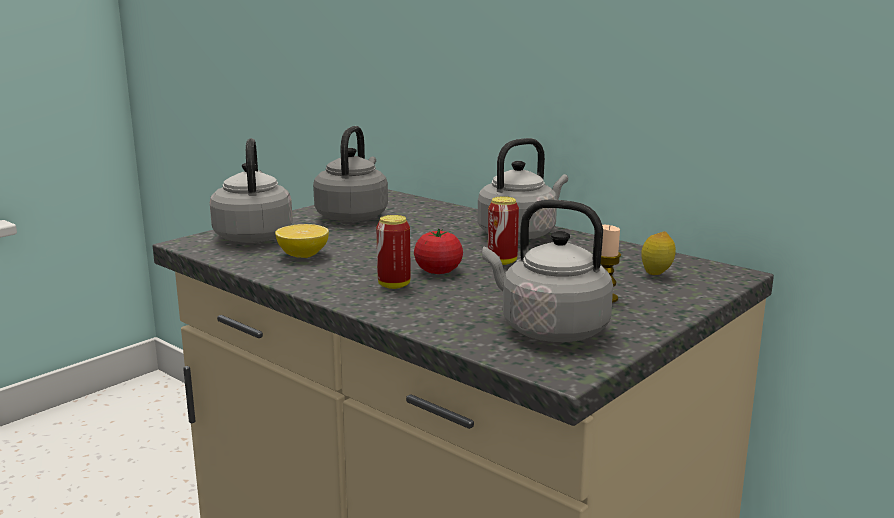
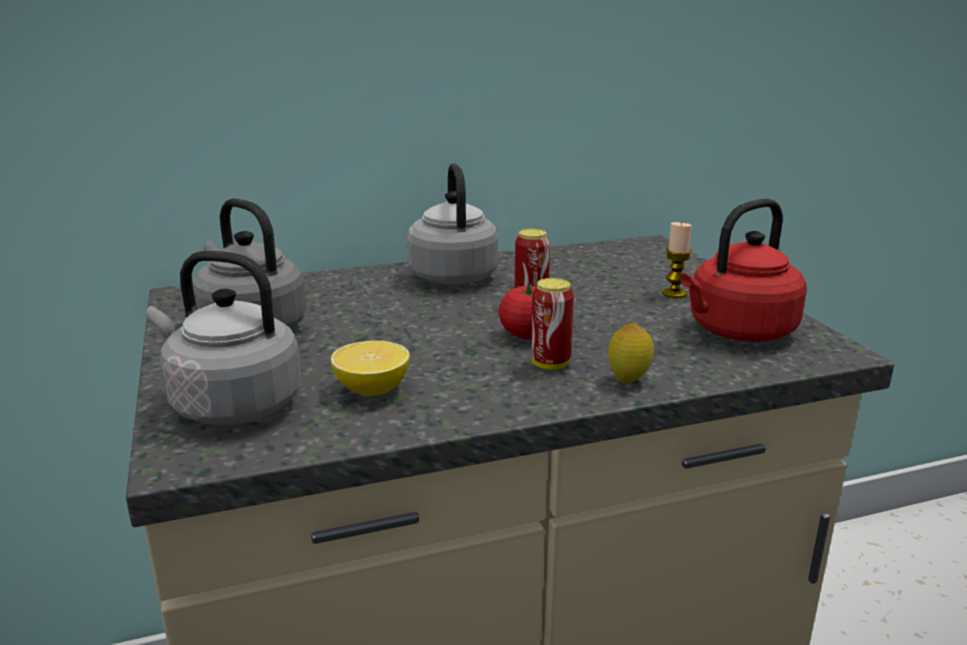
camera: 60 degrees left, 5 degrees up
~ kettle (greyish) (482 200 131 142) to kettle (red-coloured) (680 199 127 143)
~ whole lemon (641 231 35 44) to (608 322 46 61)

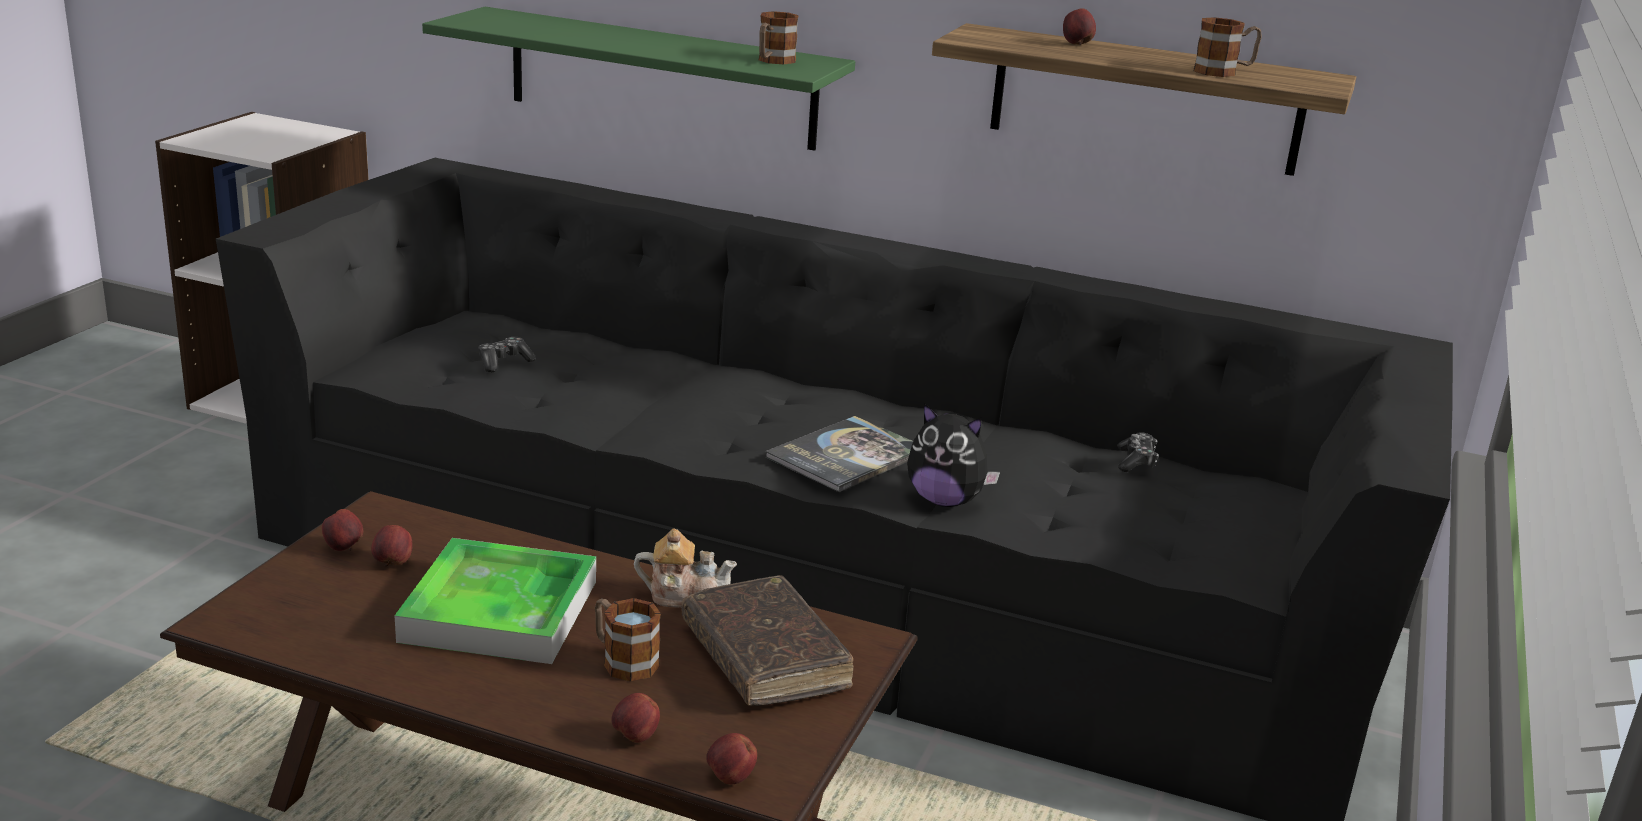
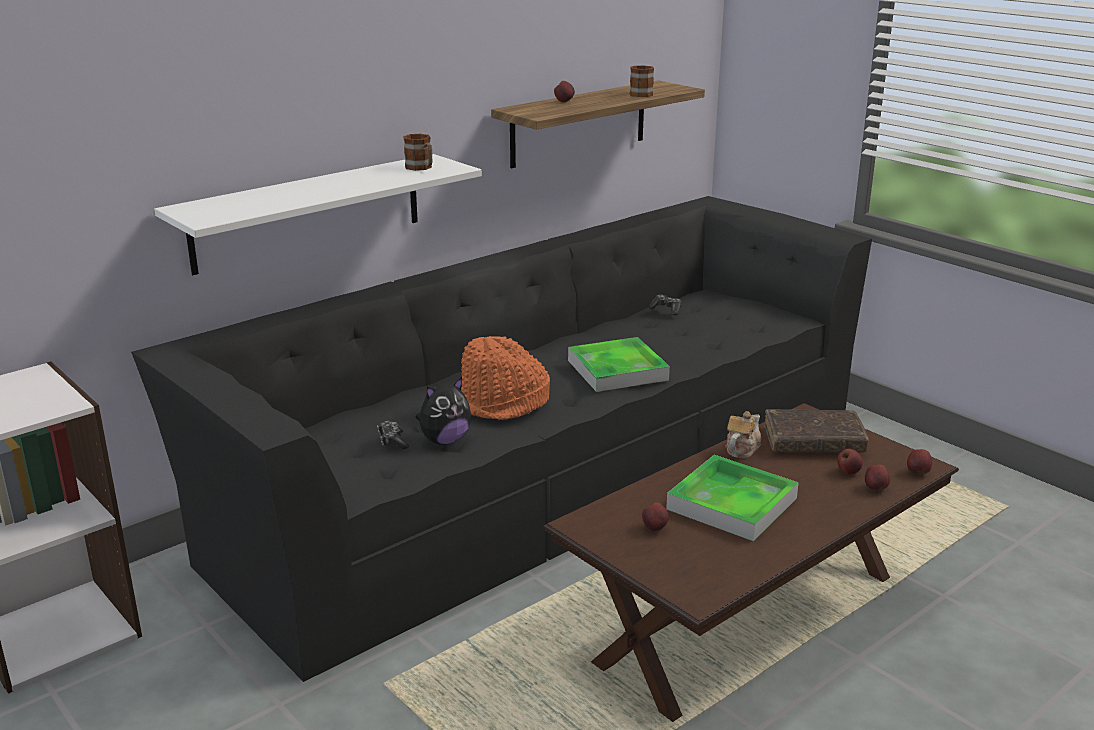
camera: 60 degrees left, 0 degrees up
~ bracket shelf (green-coloured) (422 7 433 144) to bracket shelf (whitish) (154 154 328 121)
~ plush toy (907 403 93 104) to (416 377 55 68)
~ bound book (765 416 148 76) to serving tray (568 337 102 55)
~ apple fruit (322 509 41 42) to (837 449 26 25)
- coffee mug (595 598 66 84)
+ hat (orangey) (461 336 89 84)

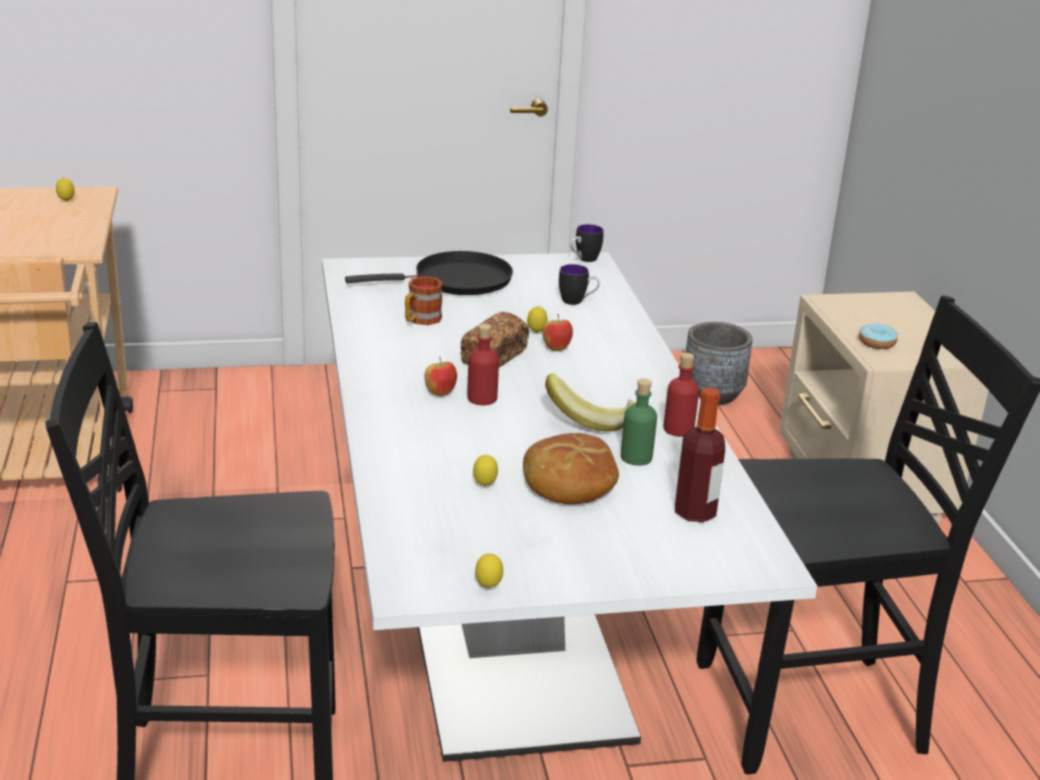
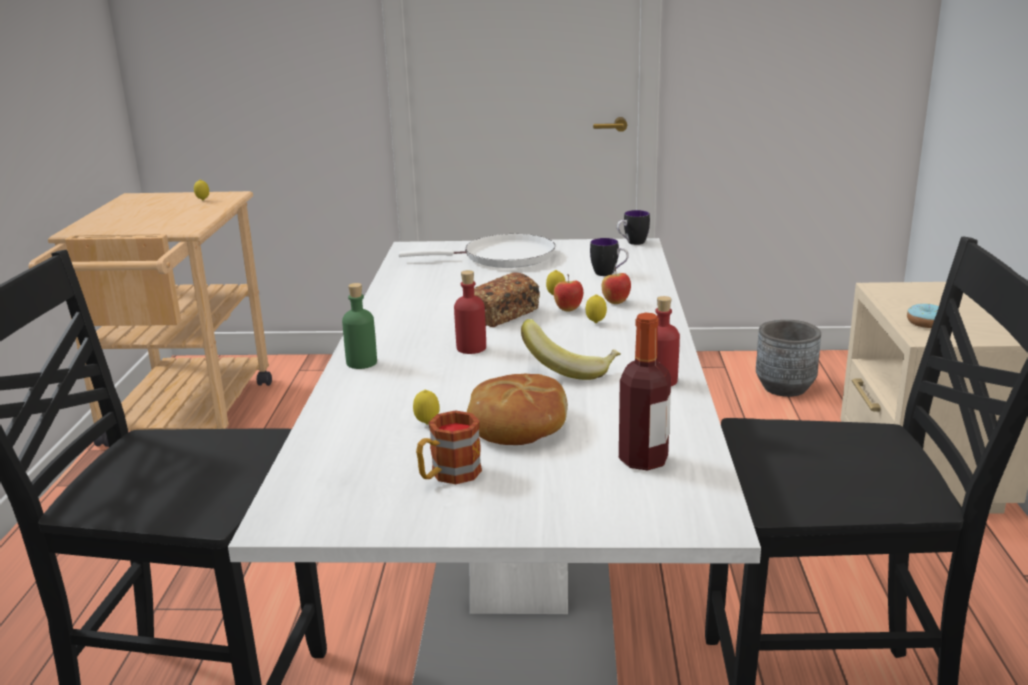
camera: 15 degrees right, 5 degrees down
~ pan (black-coloured) (345 251 168 44) to pan (whitish) (398 234 158 34)
~ coffee mug (405 276 38 49) to (416 410 66 74)
~ apple fruit (425 357 32 39) to (602 268 29 36)
~ beverage bottle (green-coloured) (621 378 36 88) to (342 283 35 86)
~ whole lemon (475 553 28 35) to (586 294 21 29)

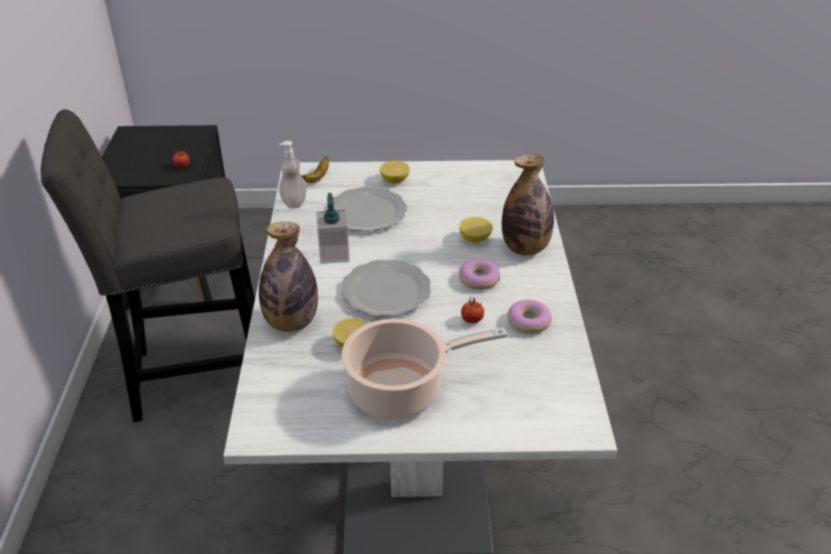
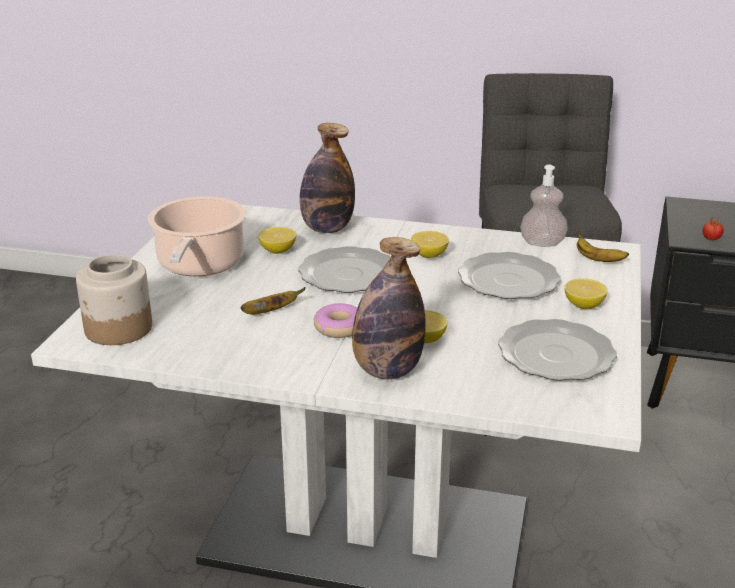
camera: 105 degrees right, 10 degrees down
~ liquid soap bottle (316 193 34 71) to whole lemon (411 231 38 27)
~ tomato (461 297 23 26) to banana (241 287 65 28)
- donut (508 300 44 34)
+ storage jar (76 254 76 91)
+ plate (498 319 119 62)

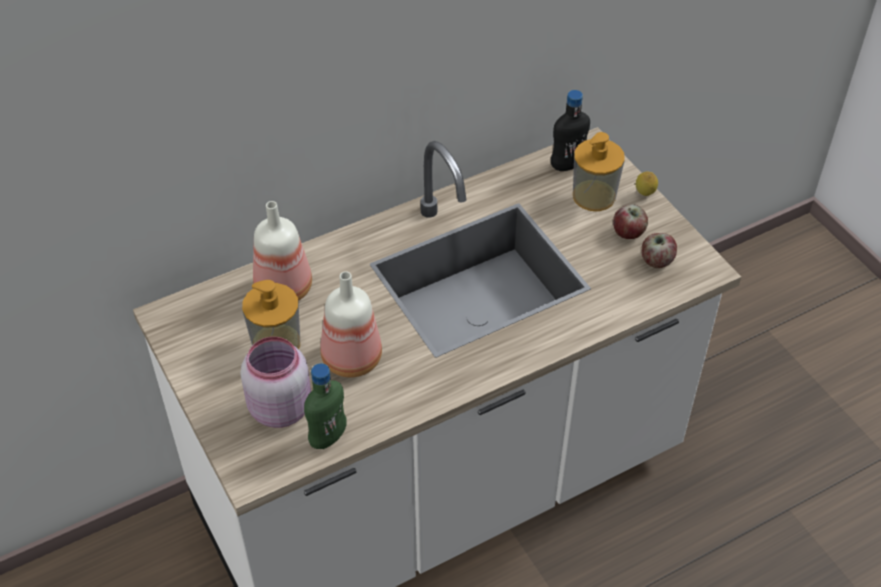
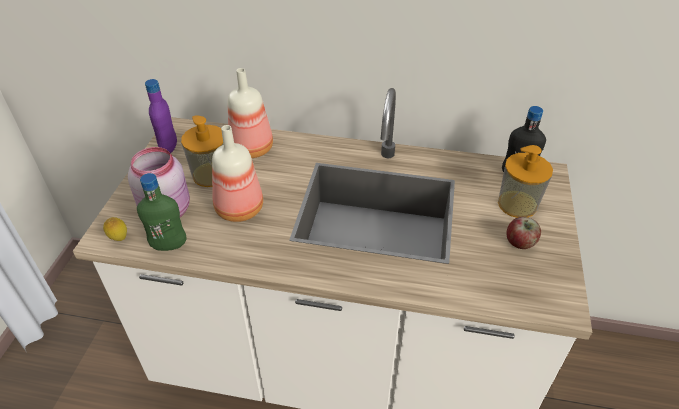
camera: 40 degrees right, 5 degrees down
~ whole lemon (636 171 22 25) to (103 217 24 24)
- apple fruit (641 233 36 35)
+ beverage bottle (purple-coloured) (145 79 32 74)

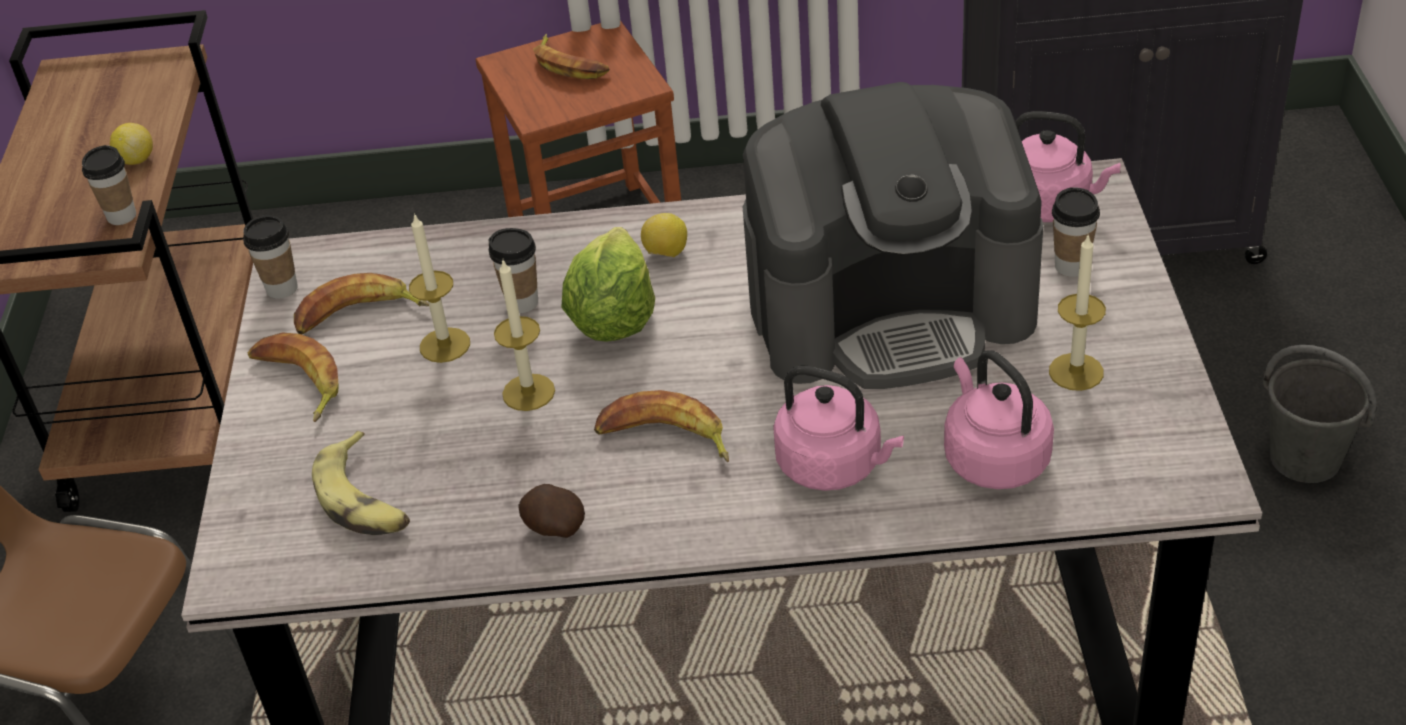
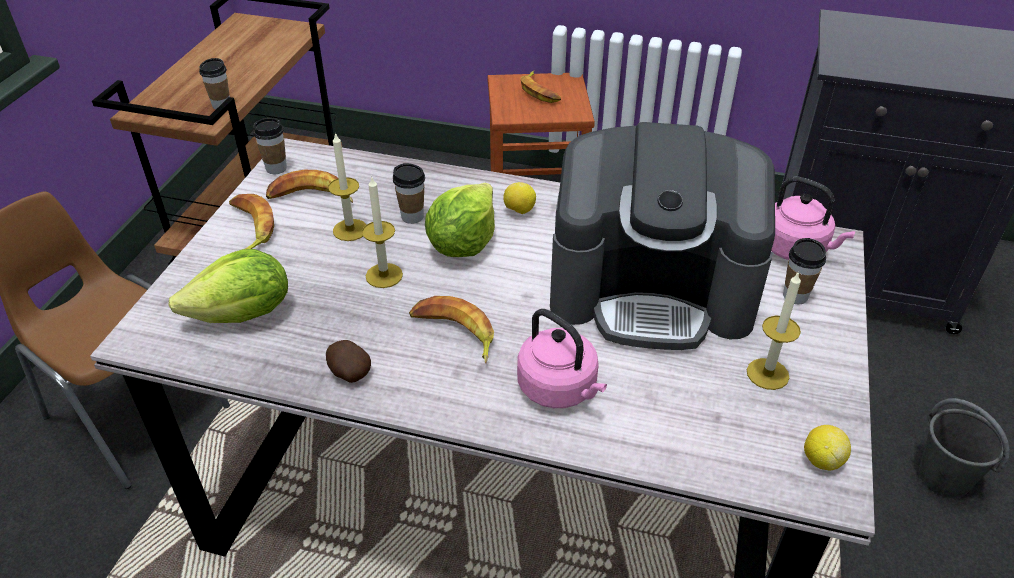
camera: 15 degrees right, 0 degrees up
~ whole lemon (110 123 43 42) to (804 425 47 45)
- kettle (pink-coloured) (944 350 110 139)
~ banana (312 431 98 104) to lettuce head (169 249 119 74)

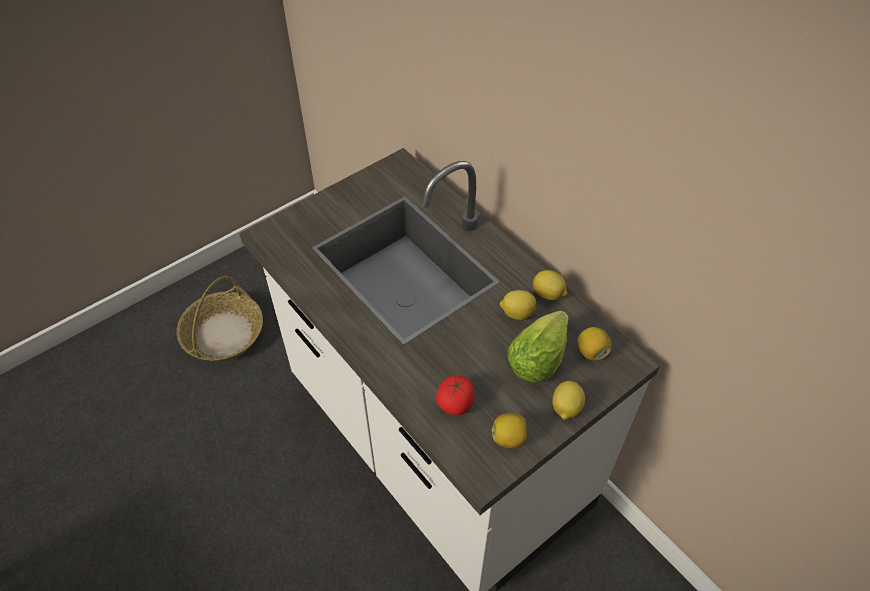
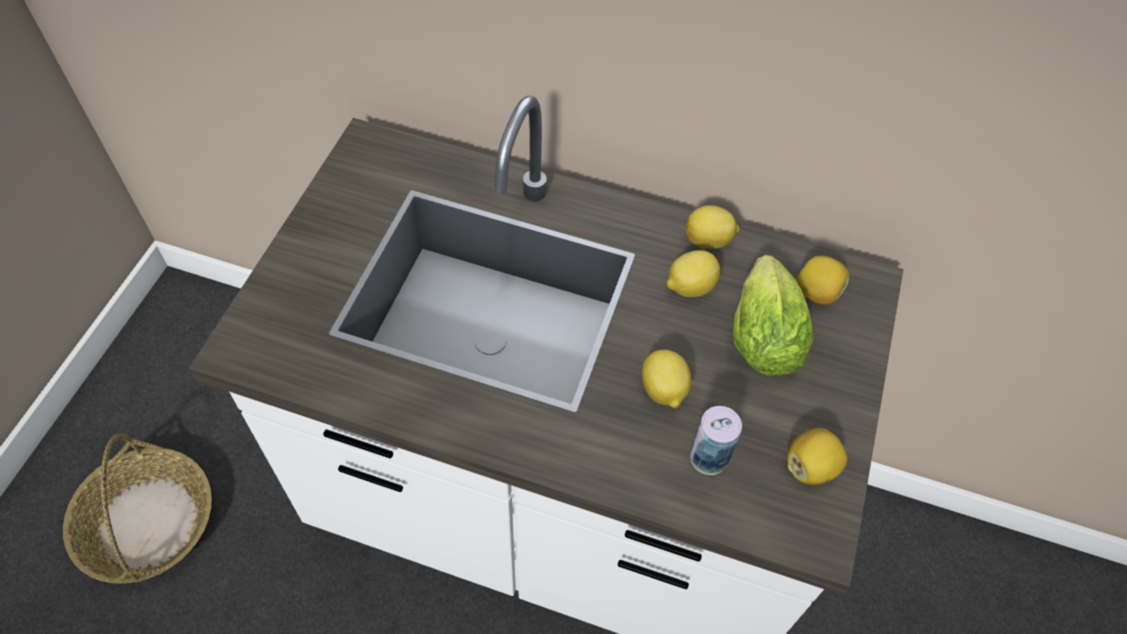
camera: 35 degrees left, 5 degrees up
~ tomato (436 375 39 40) to metal can (690 406 52 69)
~ whole lemon (552 381 33 39) to (642 350 49 59)

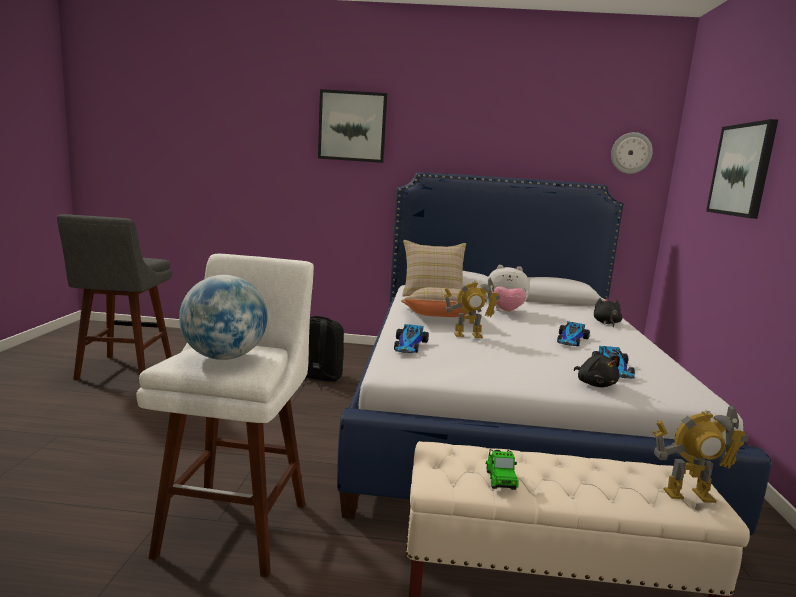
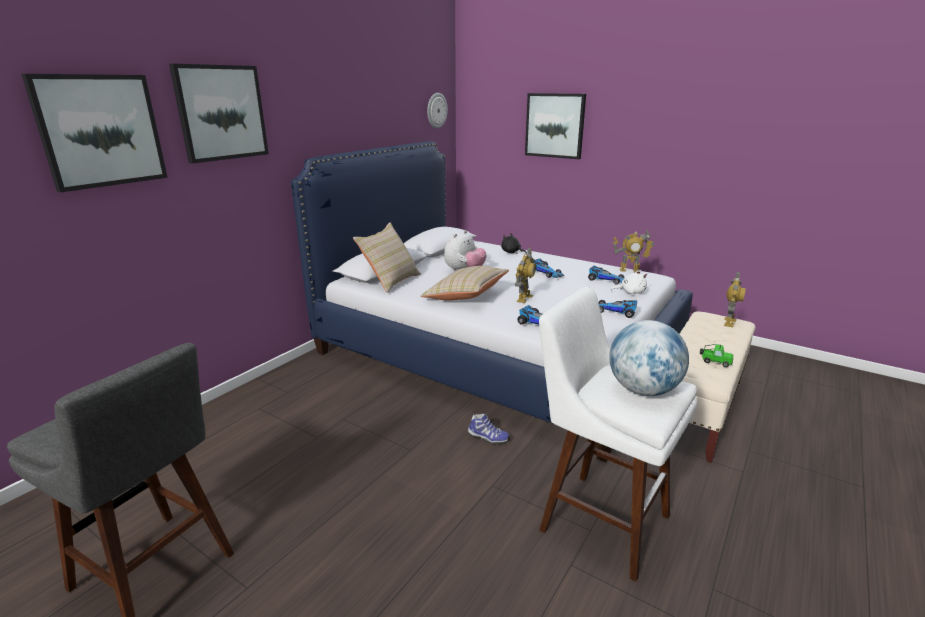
camera: 60 degrees left, 10 degrees up
- knapsack (black-coloured) (303 316 41 71)
~ plush toy (black-coloured) (574 355 46 32) to plush toy (whitish) (611 270 36 24)
+ wall art (22 74 146 118)
+ model robot (612 230 42 43)
+ miniature car (599 300 38 18)
+ item of footwear (468 414 42 31)

